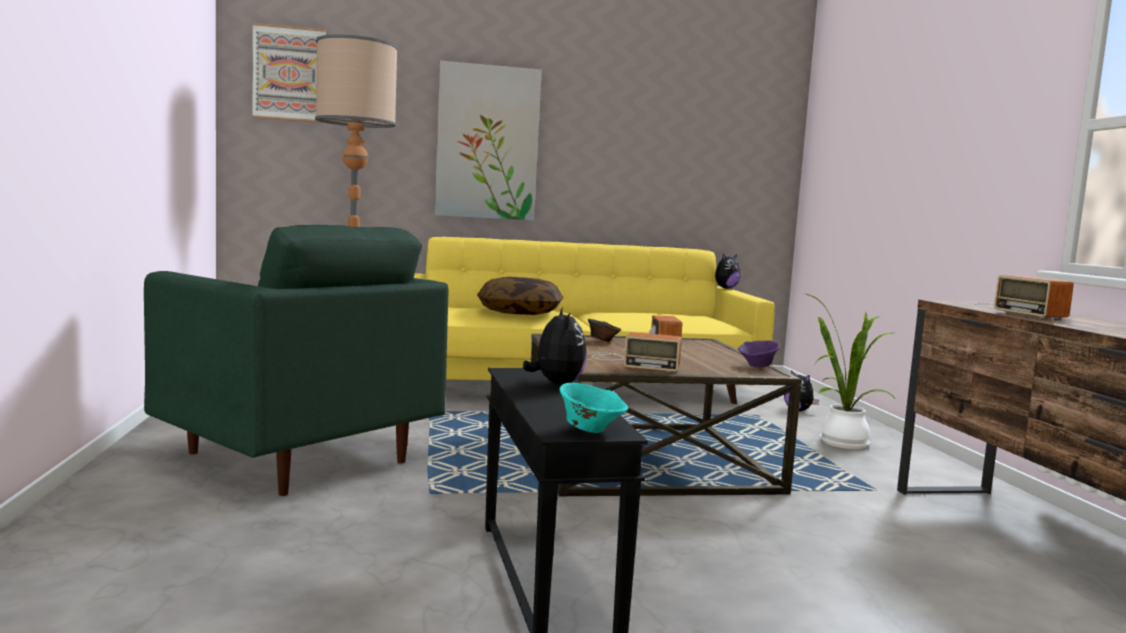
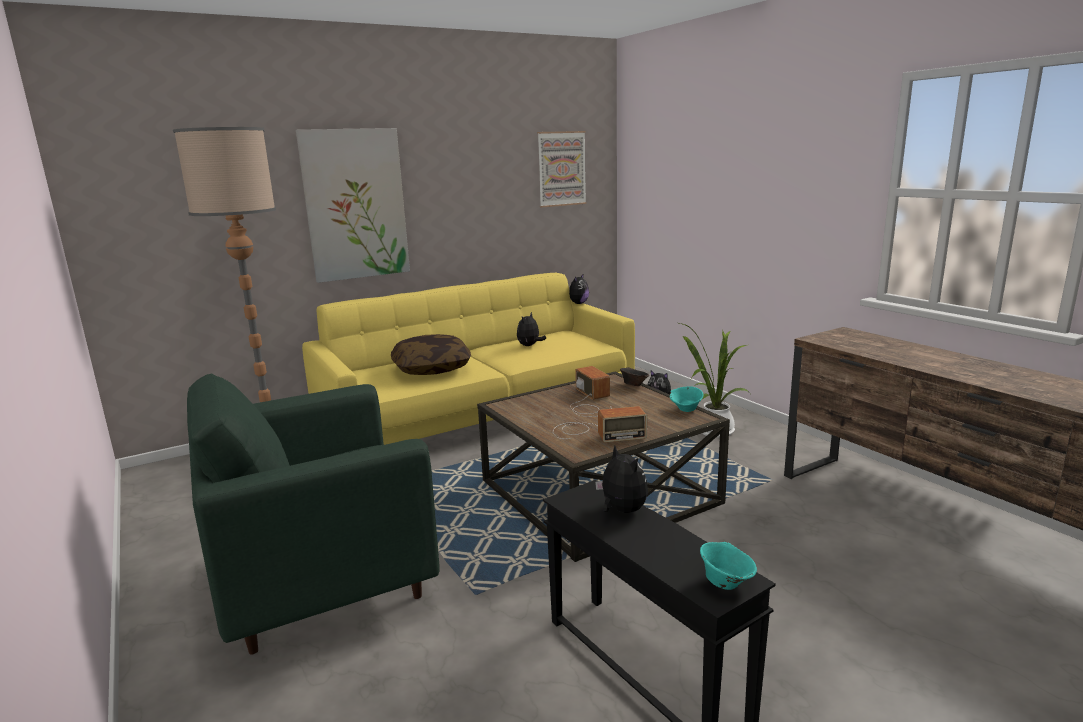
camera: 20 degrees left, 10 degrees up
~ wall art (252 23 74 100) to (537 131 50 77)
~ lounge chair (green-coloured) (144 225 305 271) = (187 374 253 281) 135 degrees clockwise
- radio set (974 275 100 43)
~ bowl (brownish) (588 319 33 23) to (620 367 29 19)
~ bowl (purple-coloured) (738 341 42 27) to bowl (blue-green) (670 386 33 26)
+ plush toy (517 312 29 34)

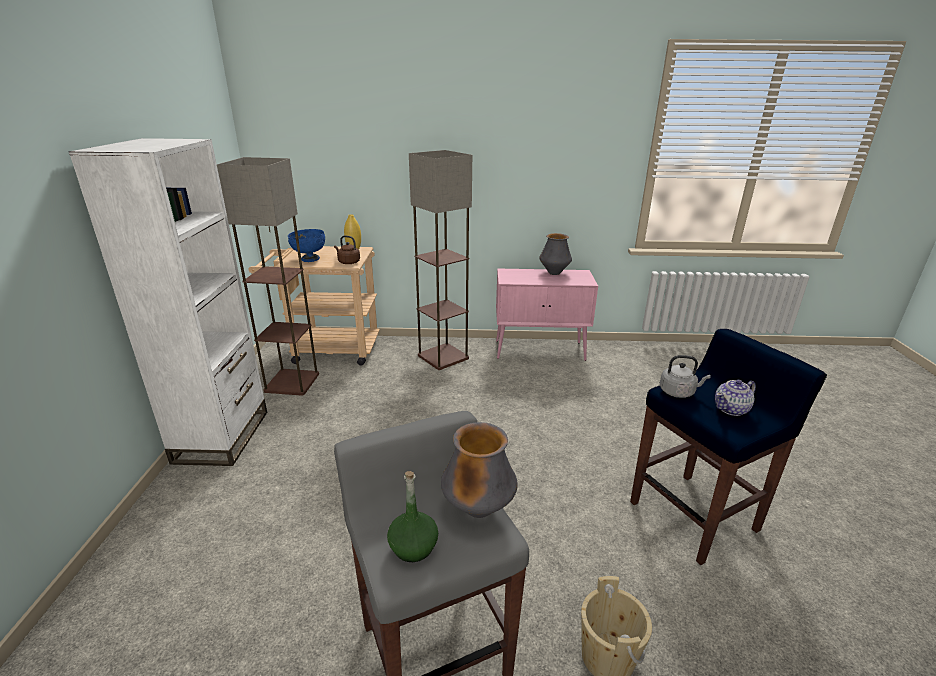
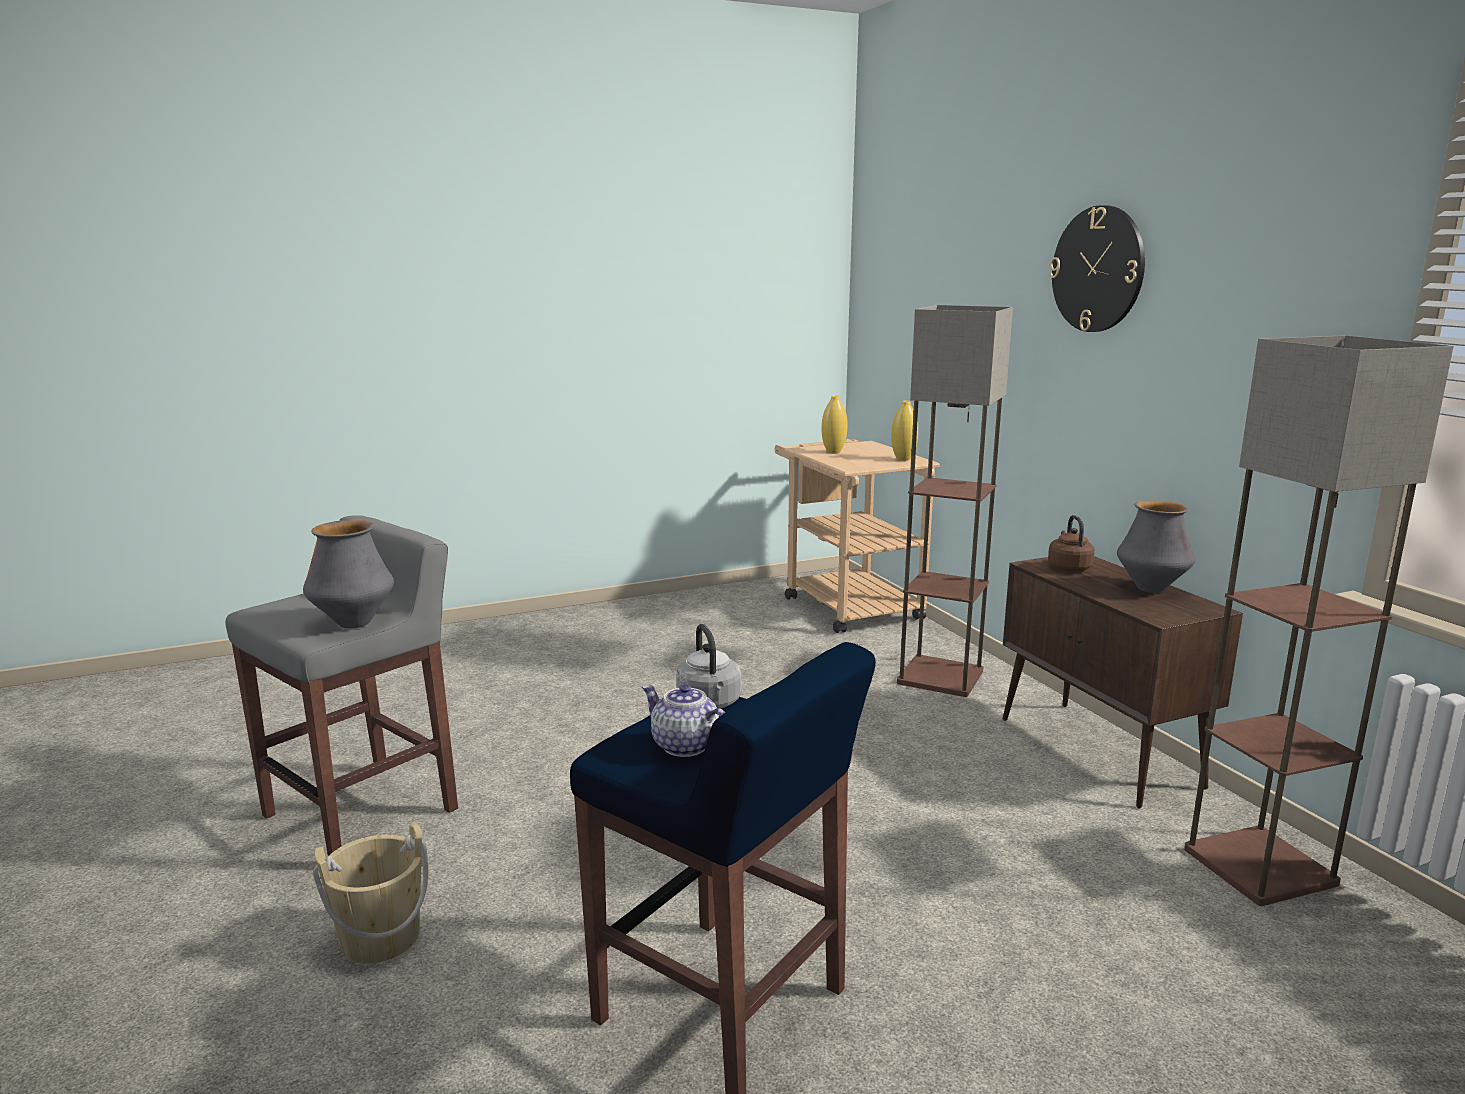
camera: 65 degrees right, 10 degrees down
- shelving unit (whitish) (69 138 198 328)
~ standing lamp (217 157 102 239) to (1184 335 270 571)
~ bowl (blue) (288 229 37 33) to decorative vase (yellow) (822 395 25 59)
~ kettle (brownish) (334 236 26 28) to (1048 515 47 57)
~ storage cabinet (pink-coloured) (496 268 102 93) to storage cabinet (brownish) (1003 556 240 253)
- beverage bottle (green-coloured) (387 471 51 91)
+ hanging clock (1049 205 96 127)

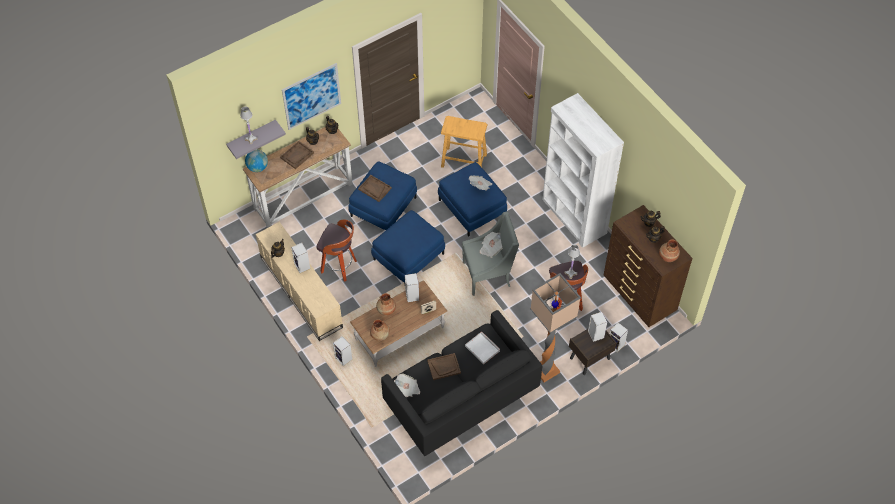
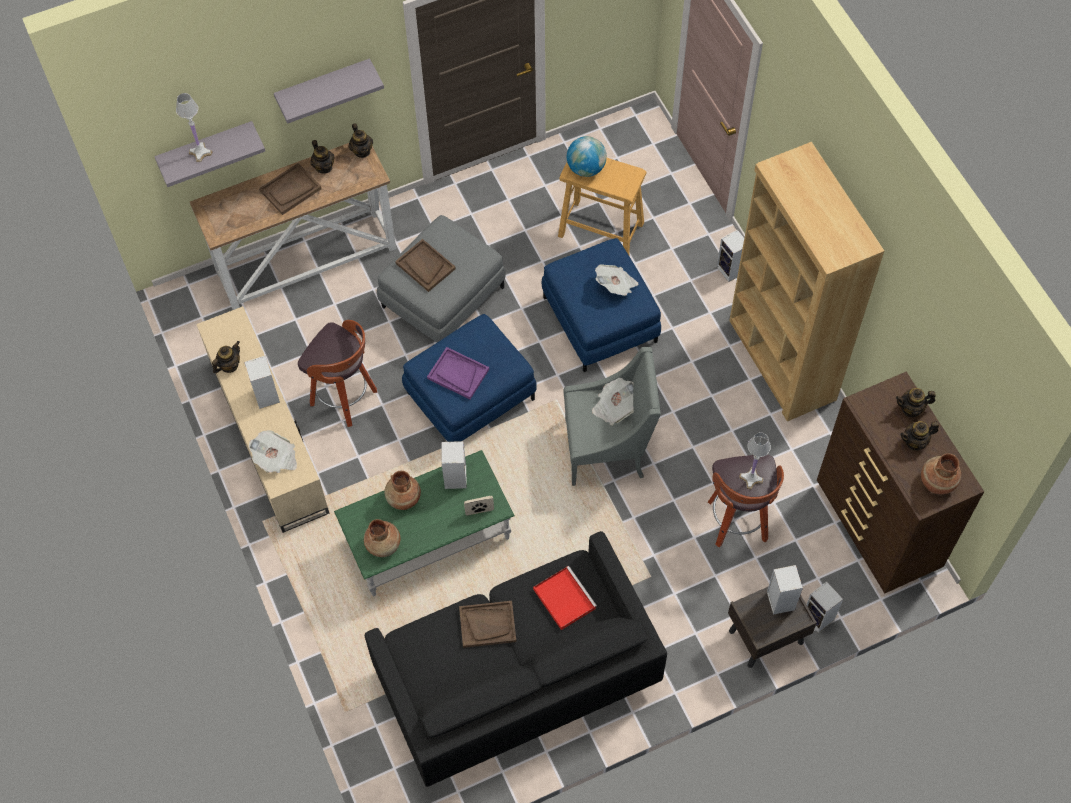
camera: 10 degrees right, 5 degrees up
~ wall art (282 63 59 67) to bracket shelf (greyish) (274 58 110 66)
~ shelving unit (whitish) (542 93 82 155) to shelving unit (brownish) (729 142 155 279)
~ globe (245 150 23 22) to (567 136 40 41)
~ ottoman (blue) (348 161 69 69) to ottoman (greyish) (377 215 128 127)
- standing lamp (530 273 51 109)
~ low table (brownish) (350 280 97 87) to low table (green-coloured) (334 450 180 146)
~ serving tray (whitish) (465 332 35 32) to serving tray (red-coloured) (533 566 64 64)
~ audio speaker (333 336 19 30) to (717 230 27 52)
~ printed paper (394 373 27 24) to (249 430 48 43)
+ serving tray (purple-coloured) (427 347 62 52)

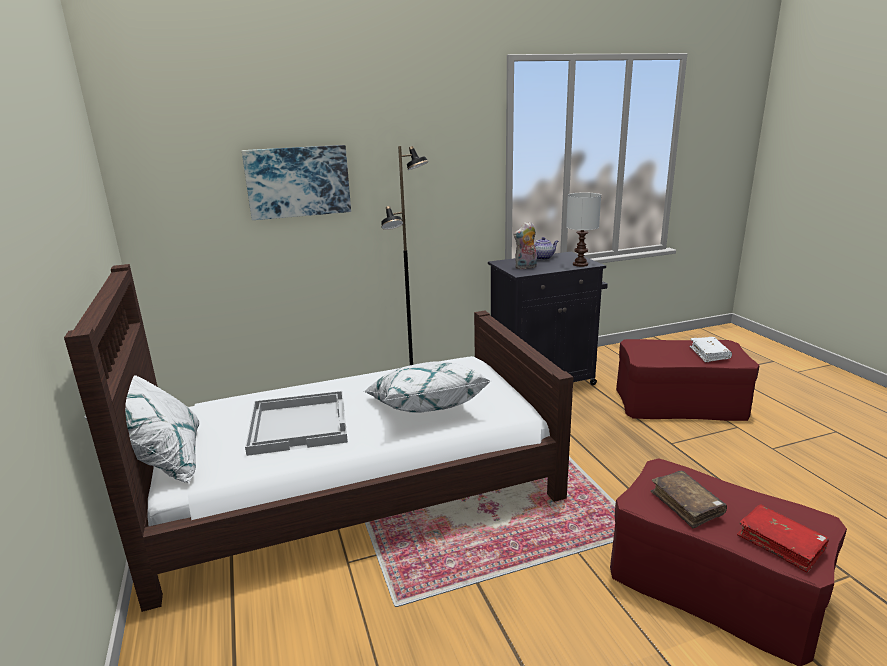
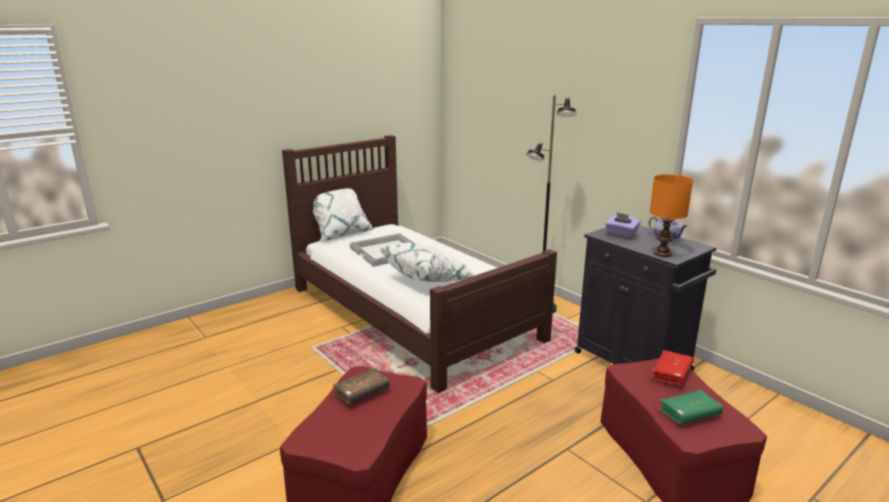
camera: 70 degrees right, 0 degrees up
- wall art (242 145 109 75)
~ table lamp (whitish) (566 192 35 75) to table lamp (orangey) (650 174 43 83)
~ plush toy (513 221 24 48) to tissue holder (purple-coloured) (605 212 36 27)
~ bound book (whitish) (690 337 42 25) to bound book (green-coloured) (659 390 64 35)
~ bound book (red-coloured) (737 504 92 69) to (651 350 43 35)

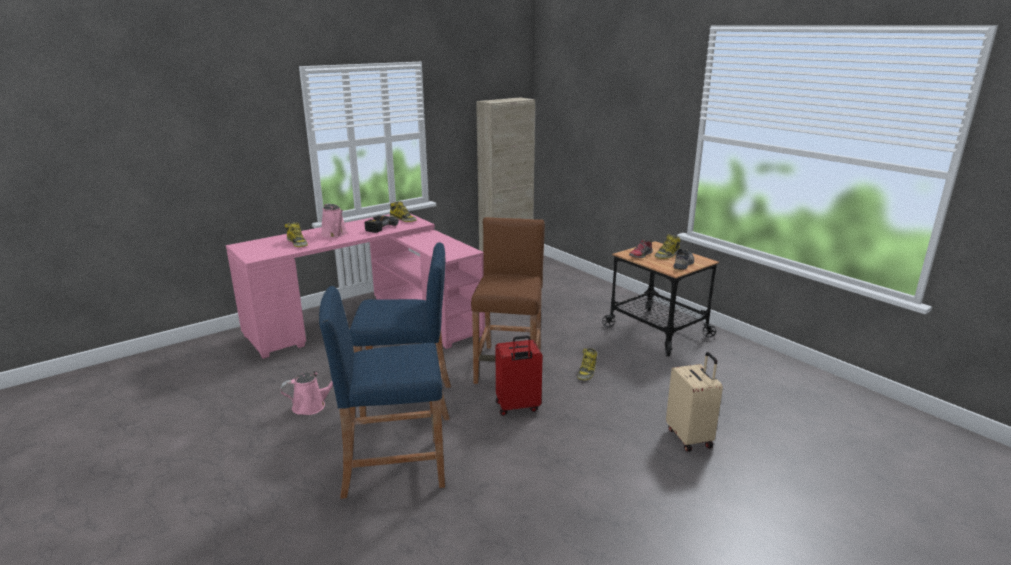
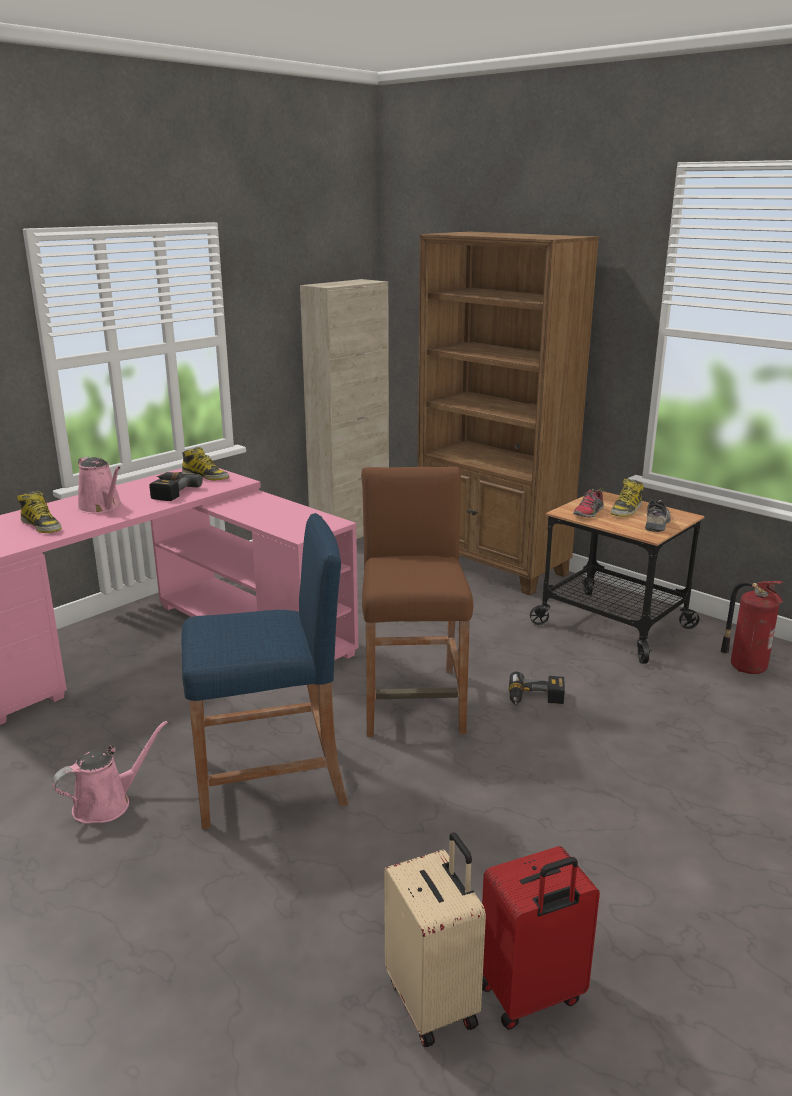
camera: 10 degrees left, 0 degrees up
- stool (blue) (319 286 126 213)
~ piece of luggage (red-coloured) (495 335 48 81) to (482 846 118 184)
~ boot (578 348 19 32) to drill (509 671 56 34)
~ piece of luggage (beige-coloured) (666 352 57 100) to (384 832 102 215)
+ shelving unit (brownish) (417 232 182 363)
+ fire-fighting cylinder (720 581 63 93)

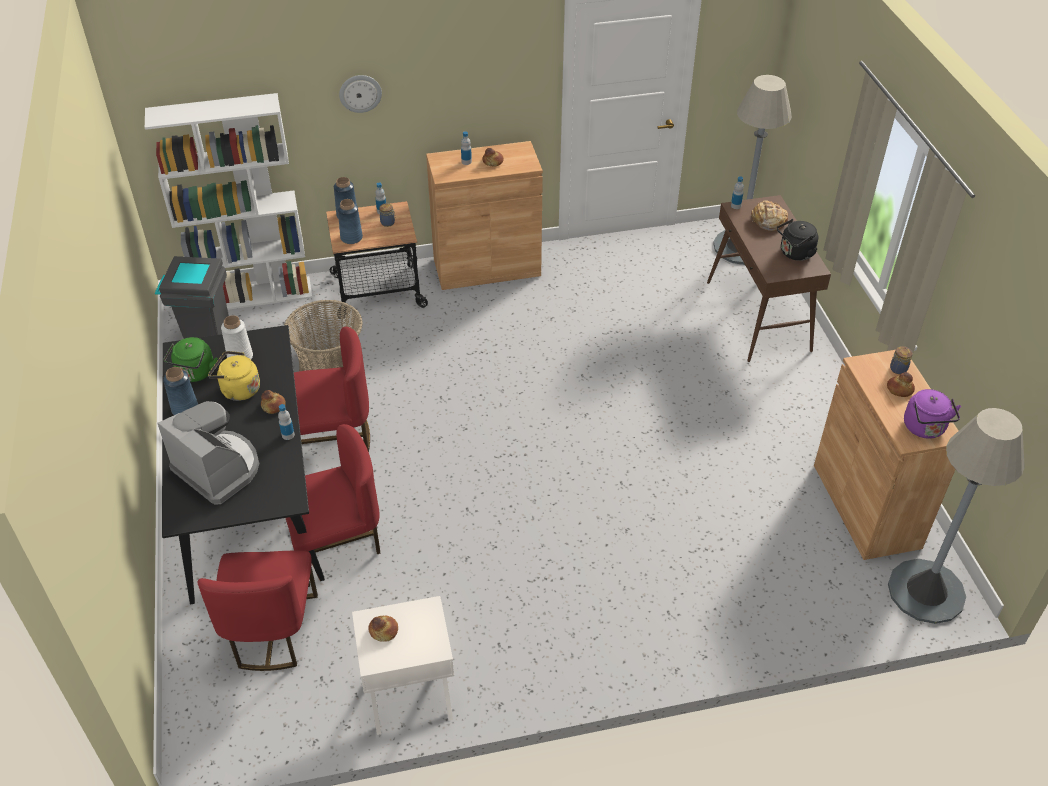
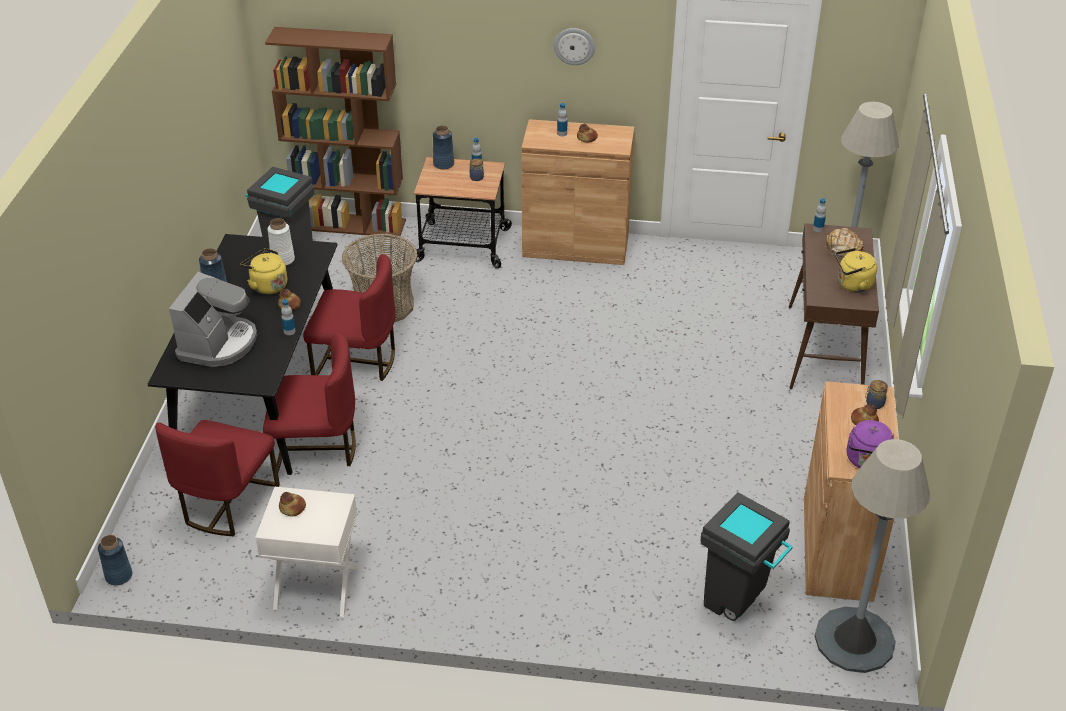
camera: 20 degrees right, 5 degrees down
~ hanging clock (339 75 43 38) to (554 28 41 37)
~ shelving unit (whitish) (145 93 167 217) to shelving unit (brownish) (265 27 141 210)
~ decorative vase (blue) (338 199 25 45) to (98 535 34 50)
~ kettle (black-coloured) (777 219 41 42) to kettle (yellow) (835 248 42 44)
- kettle (green-coloured) (163 337 55 45)
~ coffee machine (157 401 102 104) = (169 272 88 95) 45 degrees clockwise
+ trash can (greyish) (701 492 92 129)

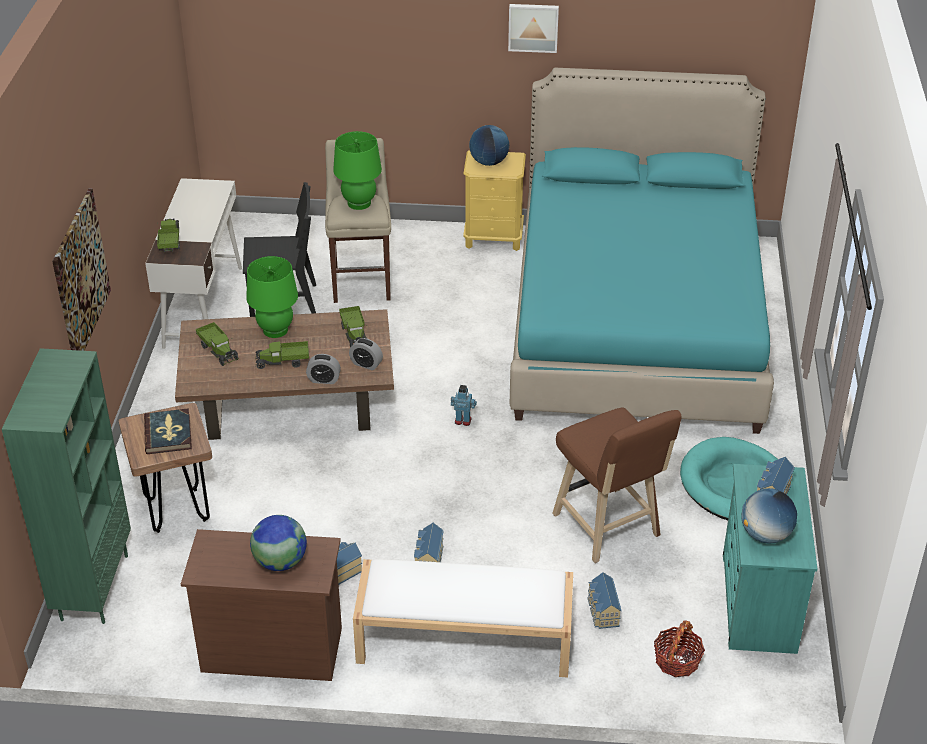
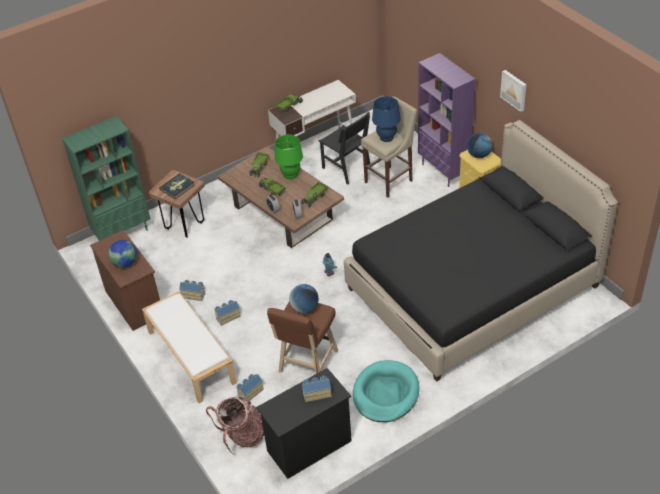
camera: 55 degrees right, 5 degrees up
~ bedroom bed (blue-green) (510 68 264 366) to bedroom bed (black-coloured) (344 120 274 262)
~ table lamp (green-coloured) (333 131 49 79) to table lamp (blue) (372 96 29 46)
- wall art (52 188 59 163)
~ chest of drawers (blue-green) (723 464 94 190) to chest of drawers (black-coloured) (256 368 96 111)
~ globe (741 488 56 56) to (289 284 30 30)
~ storage basket (654 620 51 57) to knapsack (206 396 58 58)
+ shelving unit (purple-coloured) (418 53 58 134)

